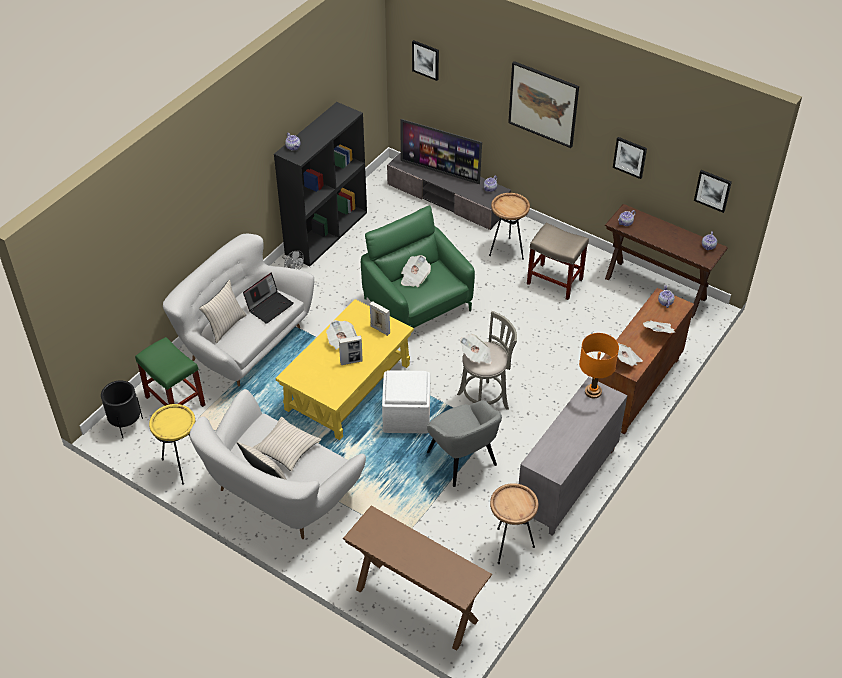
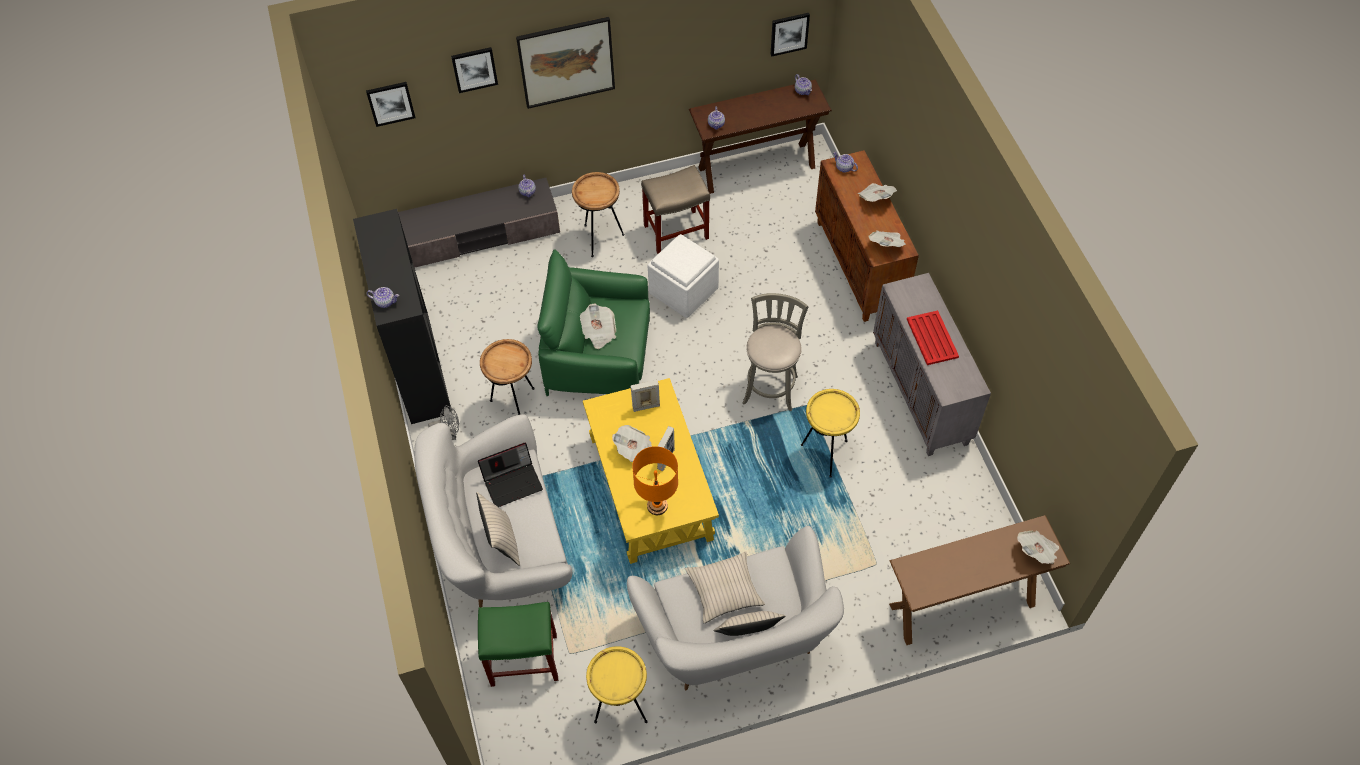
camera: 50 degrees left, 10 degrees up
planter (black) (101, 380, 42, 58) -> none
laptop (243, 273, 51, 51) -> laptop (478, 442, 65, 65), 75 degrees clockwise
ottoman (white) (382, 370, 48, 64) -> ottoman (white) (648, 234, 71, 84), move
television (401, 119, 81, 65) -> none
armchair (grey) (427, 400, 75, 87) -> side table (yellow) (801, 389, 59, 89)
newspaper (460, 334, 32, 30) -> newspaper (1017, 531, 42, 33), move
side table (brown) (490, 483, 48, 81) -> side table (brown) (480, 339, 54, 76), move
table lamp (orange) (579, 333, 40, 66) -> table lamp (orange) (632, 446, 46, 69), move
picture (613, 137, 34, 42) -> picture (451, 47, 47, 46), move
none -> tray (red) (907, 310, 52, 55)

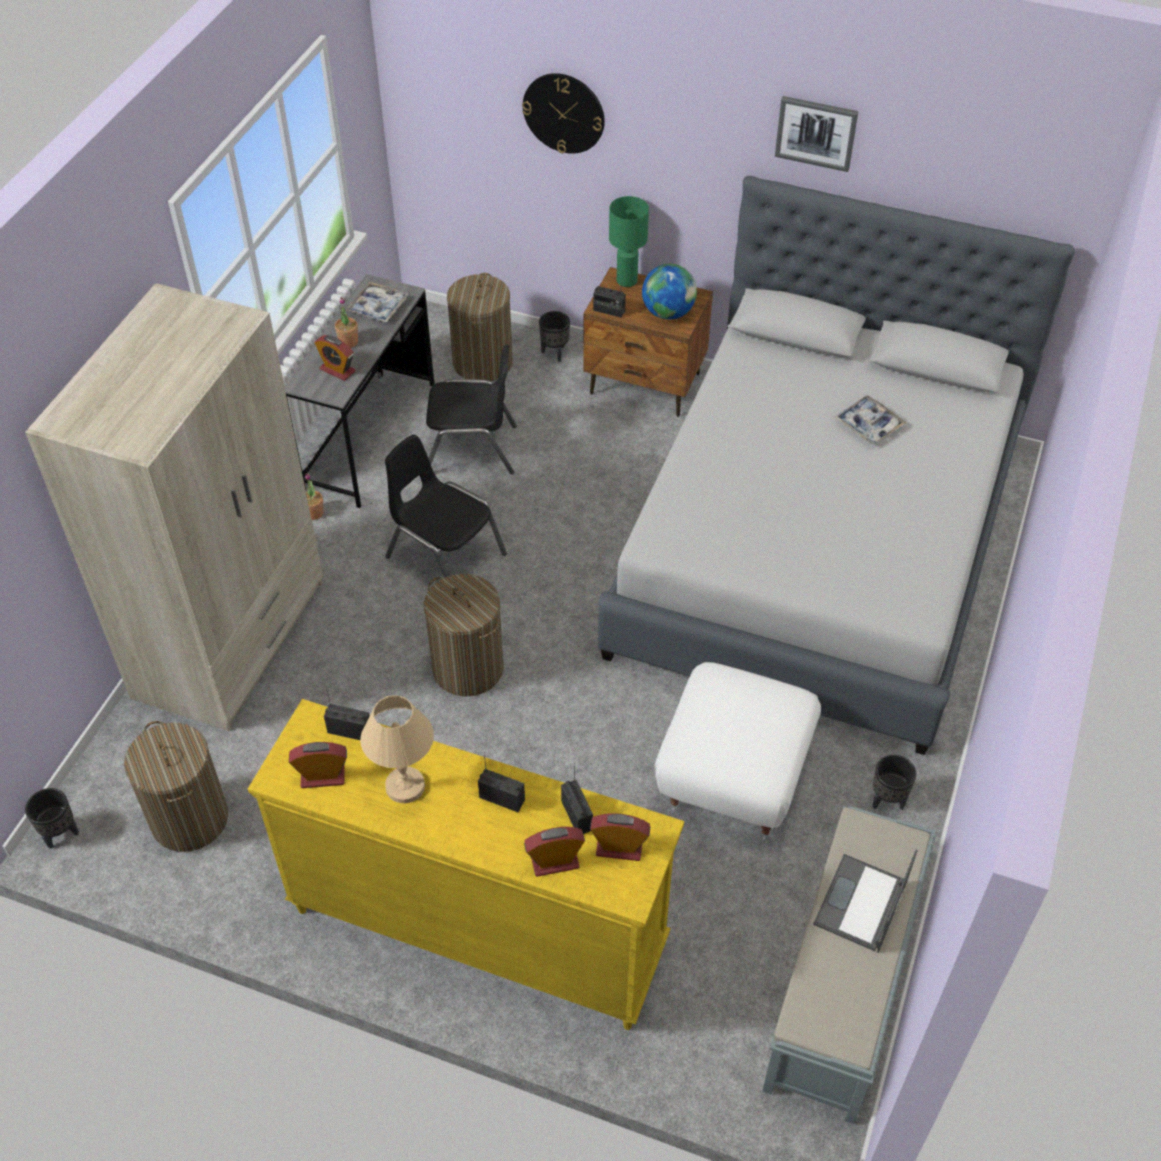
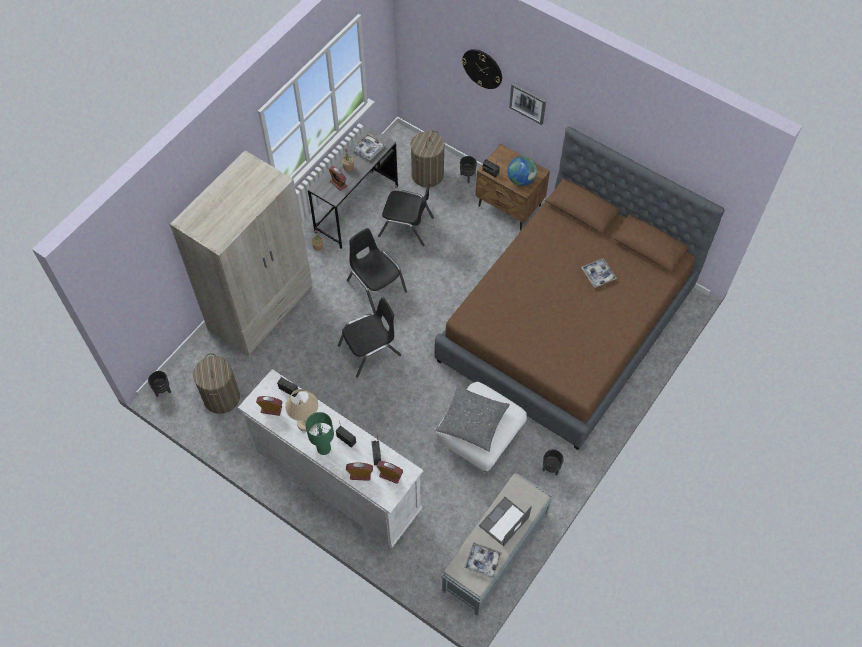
camera: 15 degrees right, 10 degrees up
dresser (yellow) (248, 699, 436, 331) -> dresser (white) (238, 369, 185, 179)
laundry basket (424, 574, 80, 123) -> chair (black) (338, 297, 63, 81)
bed (grey) (598, 176, 477, 579) -> bed (brown) (434, 127, 290, 323)
table lamp (green) (609, 196, 40, 91) -> table lamp (green) (306, 412, 28, 43), move
picture (775, 96, 84, 76) -> picture (509, 83, 37, 42), move
none -> pillow (grey) (436, 385, 74, 67)
none -> tray (464, 542, 38, 37)

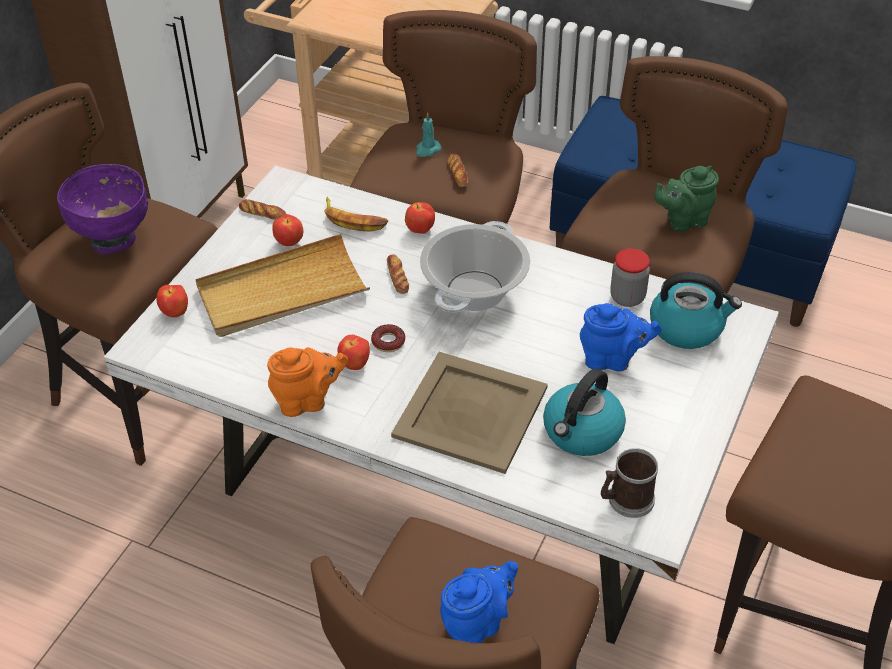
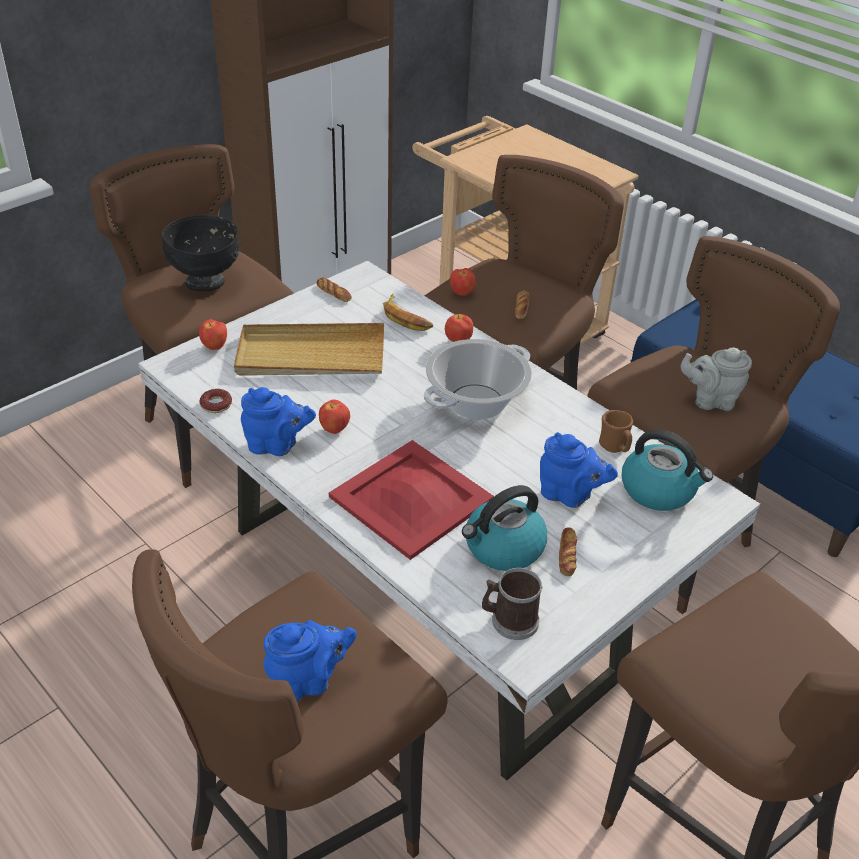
camera: 20 degrees right, 5 degrees down
bowl (purple) (57, 164, 91, 90) -> bowl (black) (161, 215, 79, 76)
teapot (orange) (267, 347, 81, 70) -> teapot (blue) (241, 387, 75, 69)
apple (272, 214, 32, 32) -> apple (450, 268, 26, 28), move
donut (371, 324, 35, 28) -> donut (200, 389, 32, 24), move
bread (387, 254, 22, 40) -> bread (559, 527, 18, 49), move
tray (beige) (391, 352, 157, 122) -> tray (red) (329, 440, 165, 120)
candle (turquoise) (416, 112, 25, 45) -> none
jar (610, 248, 40, 59) -> mug (brown) (599, 410, 34, 43)
teapot (green) (654, 166, 65, 66) -> teapot (grey) (681, 347, 71, 64)

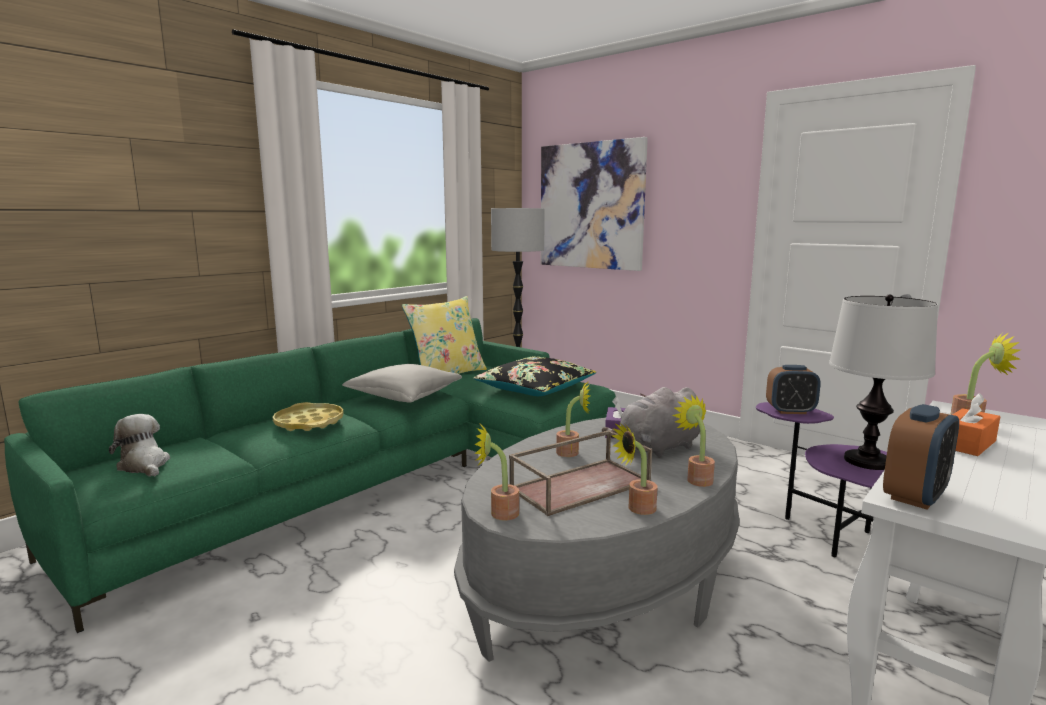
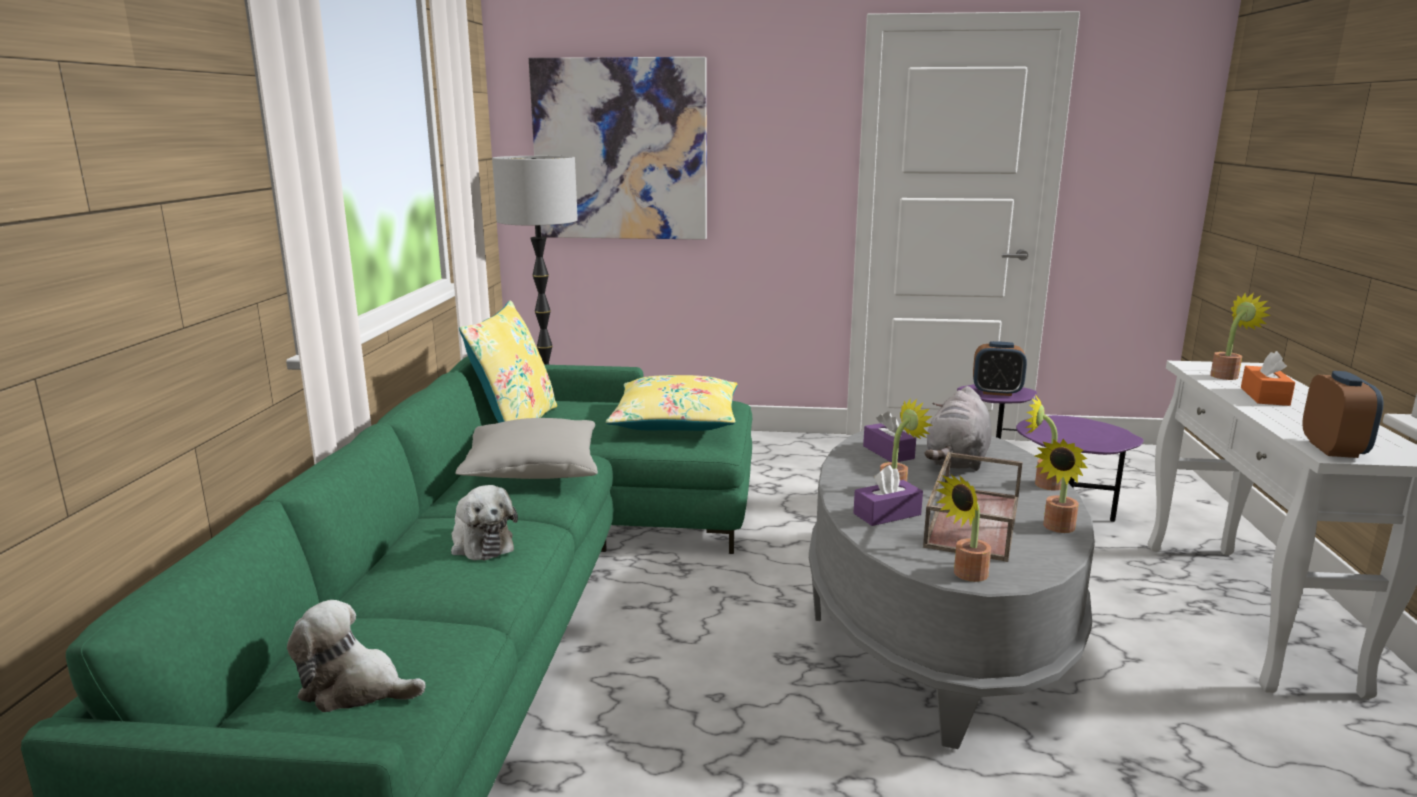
camera: 35 degrees left, 5 degrees up
tray (yellow) (273, 402, 71, 29) -> plush toy (451, 485, 67, 76)
pillow (black) (473, 357, 123, 39) -> pillow (yellow) (606, 375, 131, 56)
alarm clock (766, 365, 55, 49) -> alarm clock (973, 341, 54, 55), 45 degrees clockwise
table lamp (829, 294, 109, 176) -> none
none -> tissue box (purple) (854, 465, 69, 61)

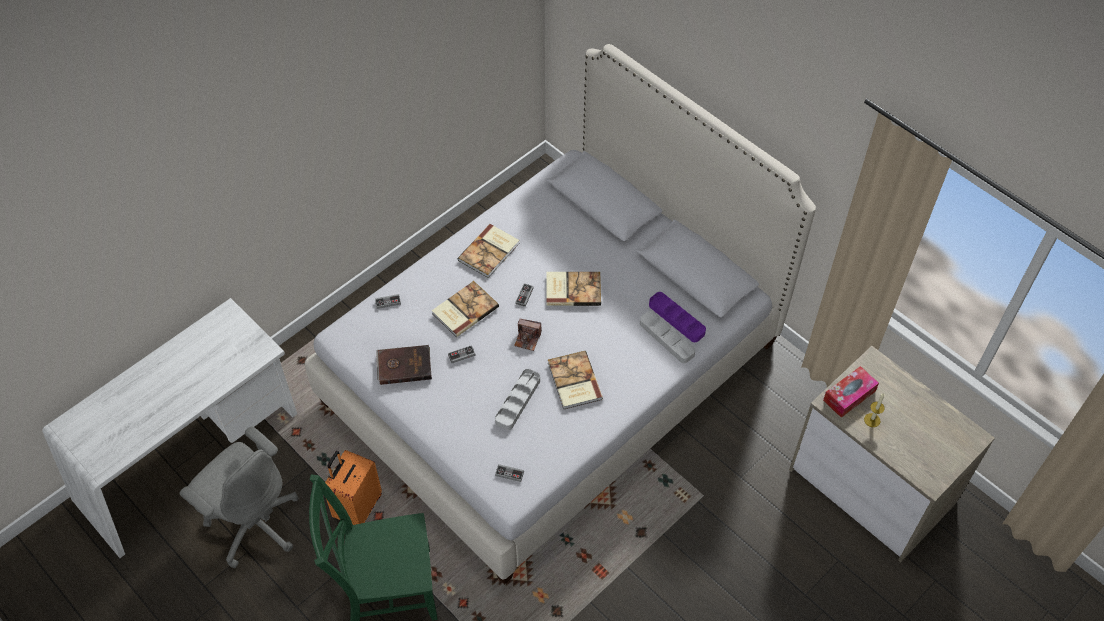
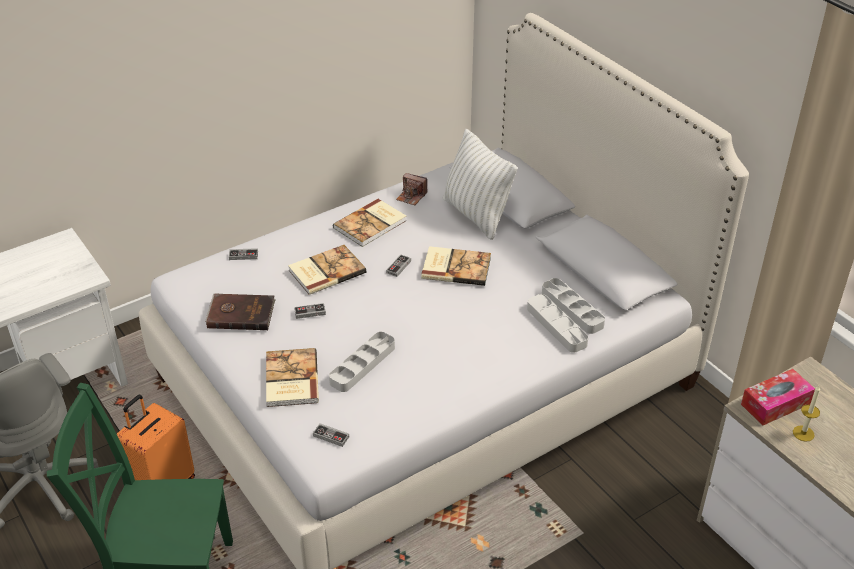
camera: 10 degrees right, 15 degrees down
photo camera (514, 319, 28, 32) -> photo camera (396, 173, 32, 32), move
book (548, 351, 55, 58) -> book (266, 348, 53, 59), move
tray (purple) (649, 292, 57, 50) -> tray (grey) (542, 278, 63, 56)
none -> pillow (white) (443, 129, 75, 111)

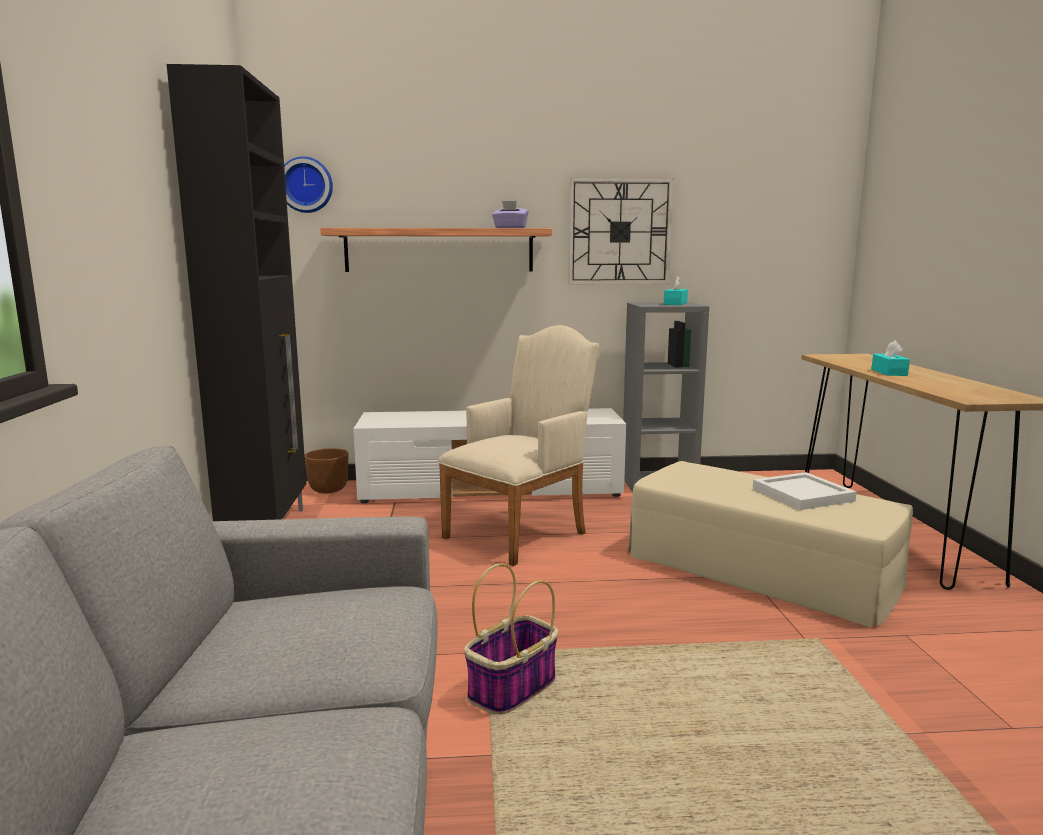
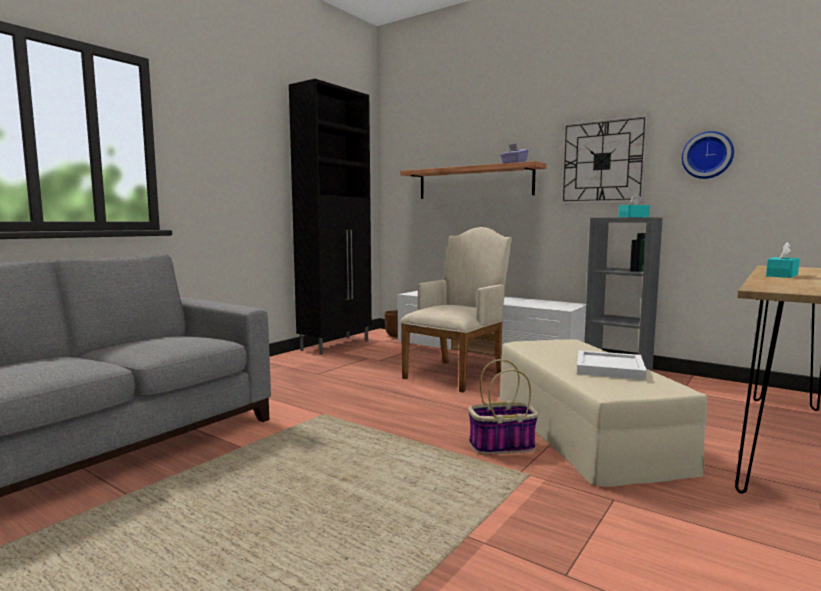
camera: 40 degrees right, 5 degrees down
wall clock (284, 156, 49, 57) -> wall clock (682, 131, 52, 48), move
armchair (beige) (437, 325, 162, 241) -> armchair (beige) (400, 227, 112, 165), 45 degrees counterclockwise
basket (464, 564, 94, 150) -> basket (468, 359, 70, 95), move

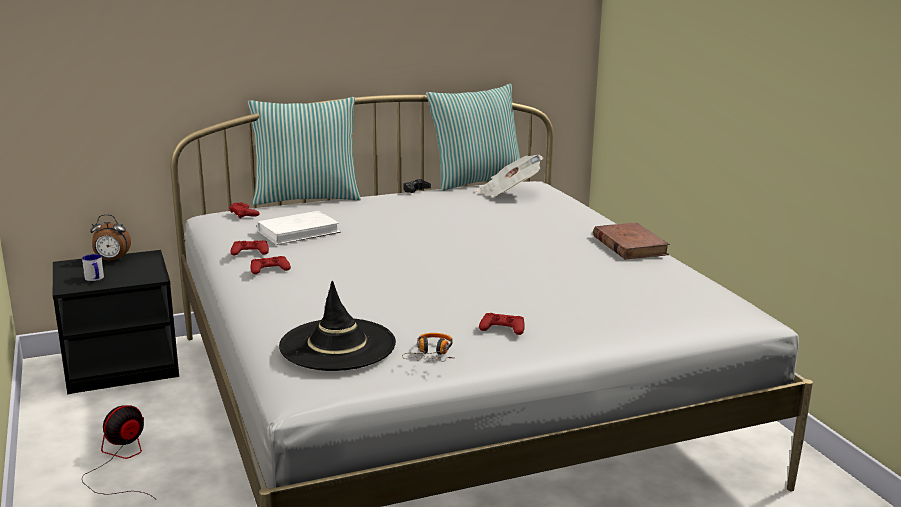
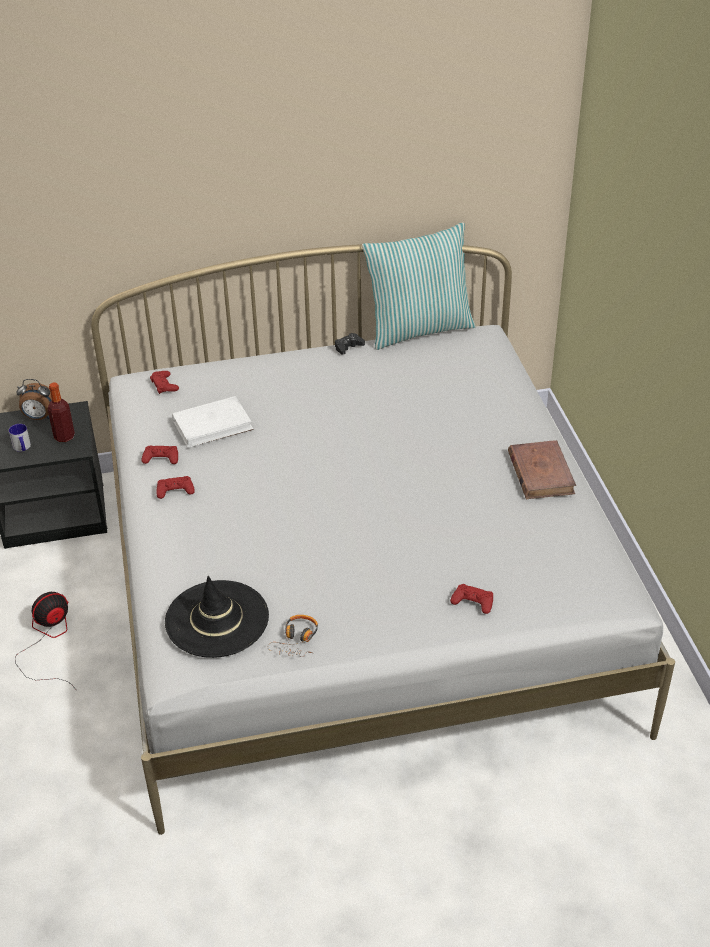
camera: 10 degrees right, 20 degrees up
pillow (248, 97, 113, 108) -> none
newspaper (476, 155, 67, 42) -> none
game controller (red) (479, 313, 46, 22) -> game controller (red) (450, 584, 43, 30), move
none -> bottle (48, 382, 27, 60)

